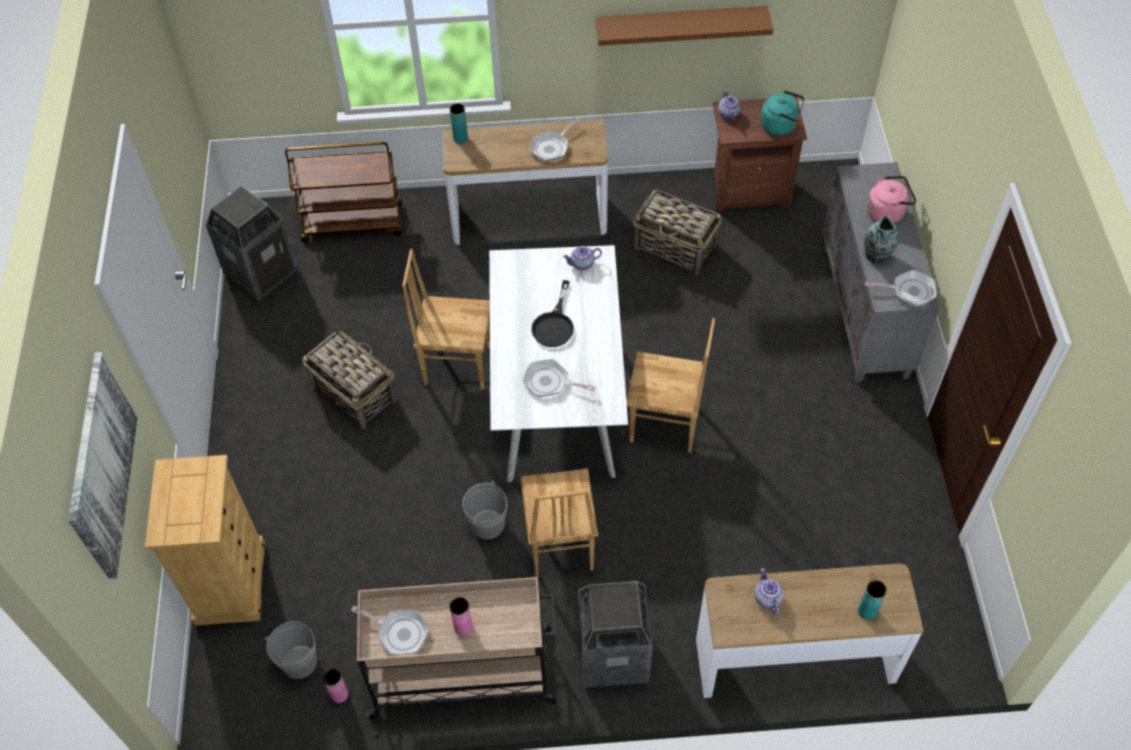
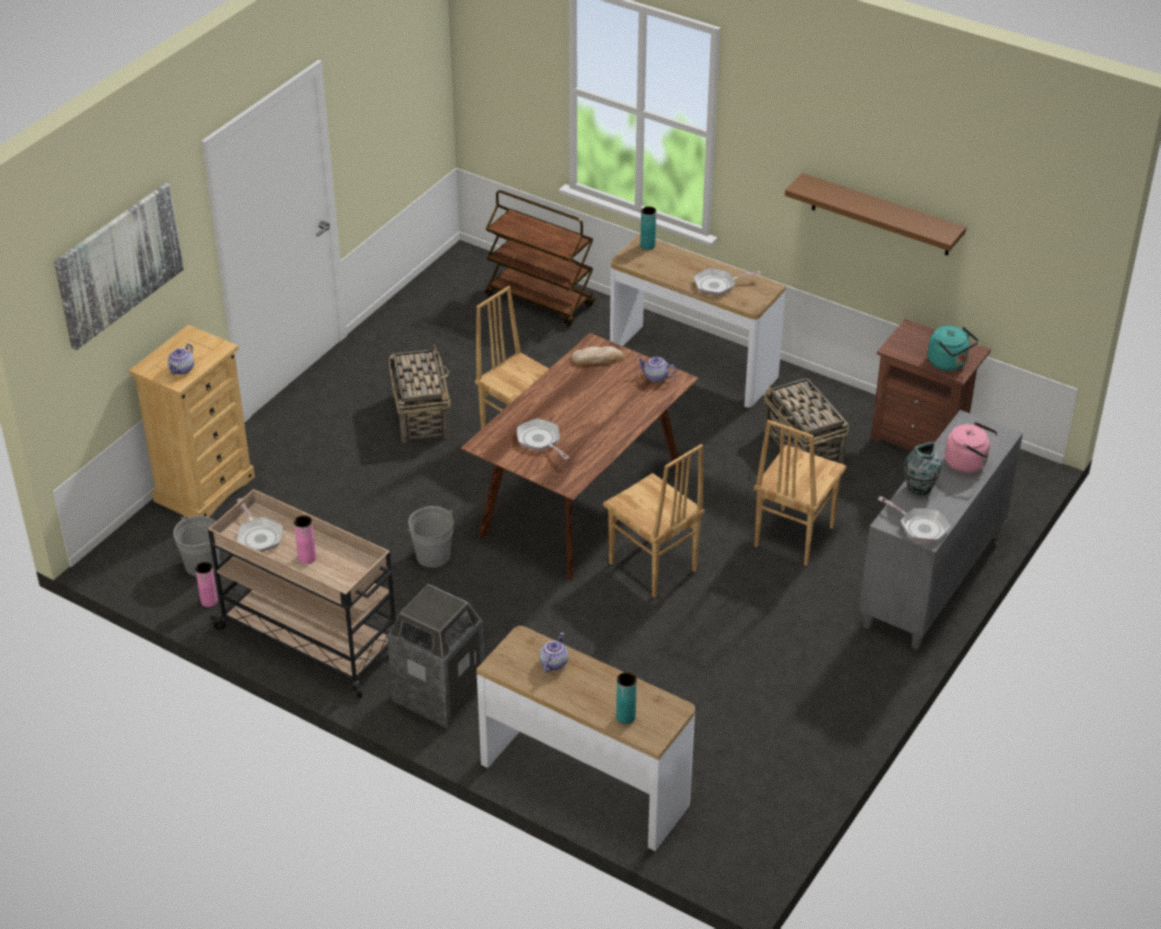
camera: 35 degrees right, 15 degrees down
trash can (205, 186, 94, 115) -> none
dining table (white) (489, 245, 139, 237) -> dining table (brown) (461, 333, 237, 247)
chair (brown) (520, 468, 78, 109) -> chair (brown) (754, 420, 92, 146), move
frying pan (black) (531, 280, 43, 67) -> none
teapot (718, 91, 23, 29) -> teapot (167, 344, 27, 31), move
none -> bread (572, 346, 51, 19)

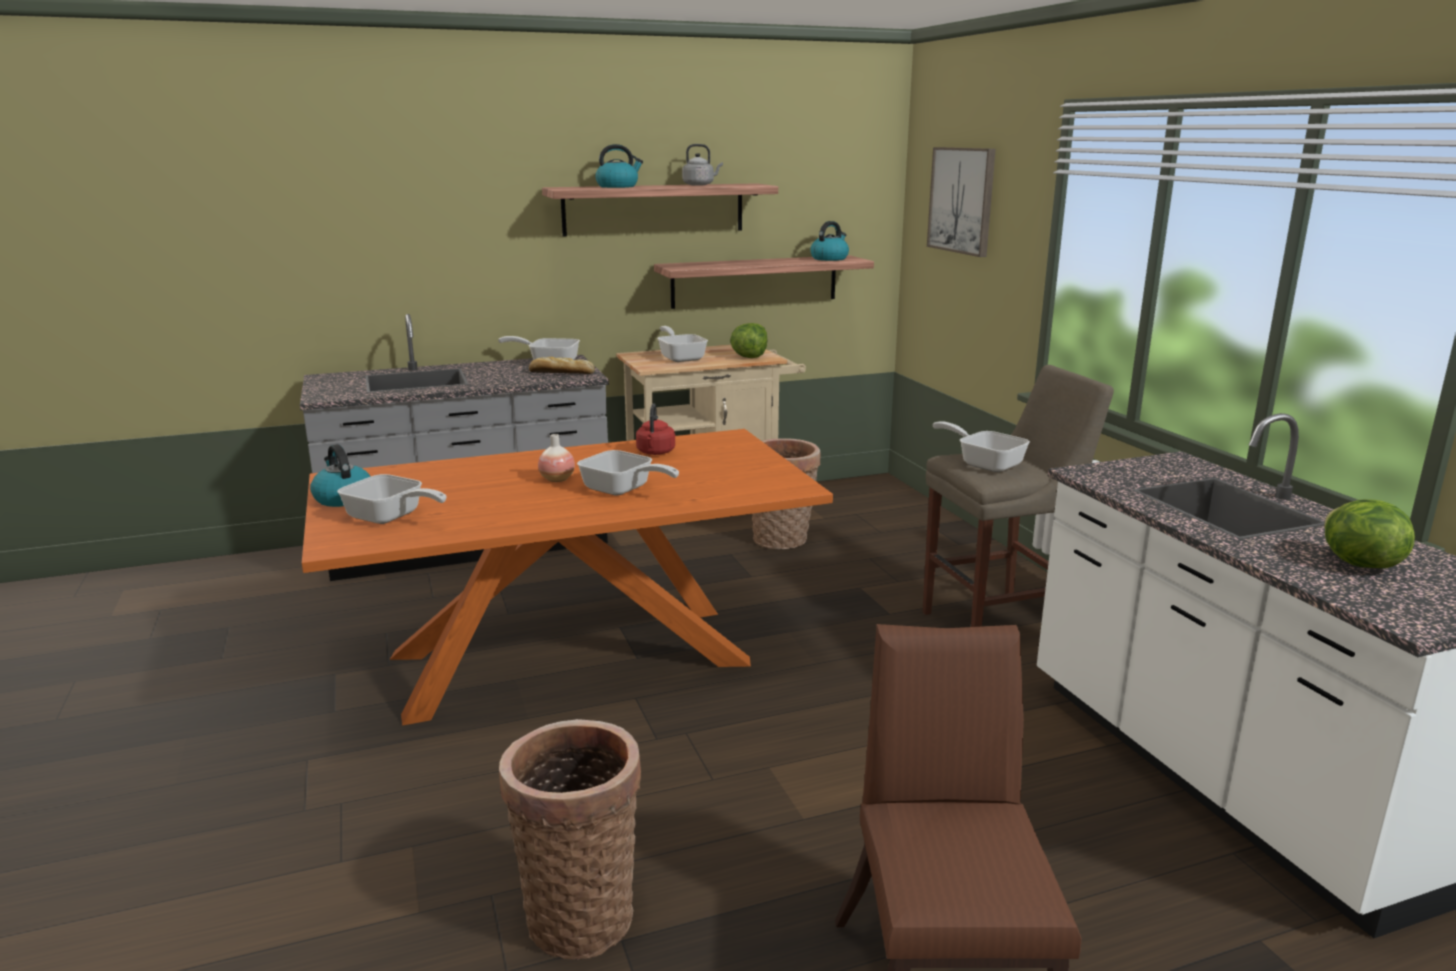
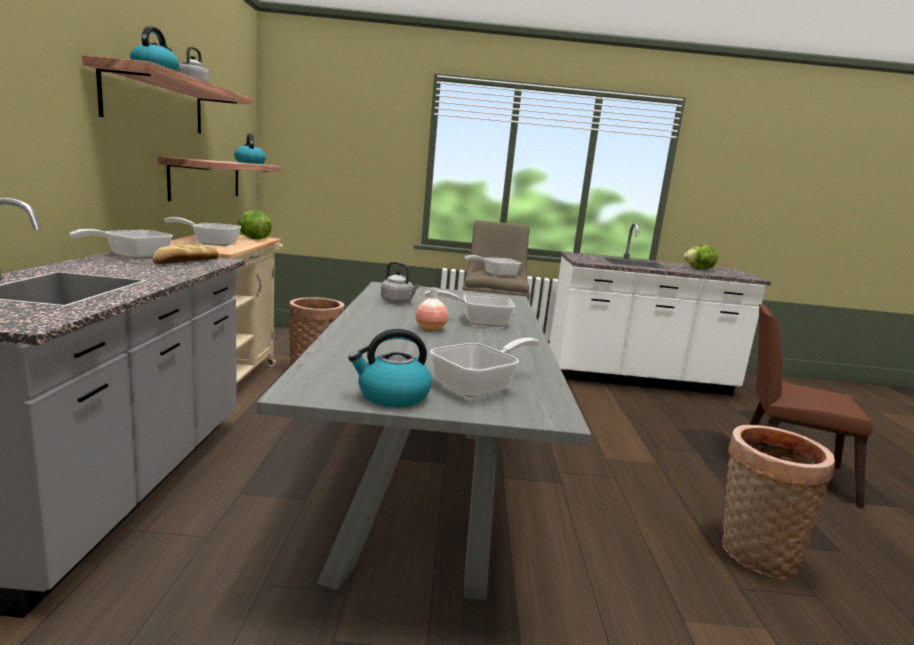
camera: 70 degrees left, 5 degrees down
dining table (orange) (302, 429, 531, 296) -> dining table (grey) (256, 282, 335, 318)
frying pan (577, 450, 102, 46) -> frying pan (424, 290, 91, 37), 150 degrees counterclockwise
kettle (red) (636, 404, 39, 51) -> kettle (grey) (381, 262, 39, 42)
picture (927, 147, 69, 110) -> none

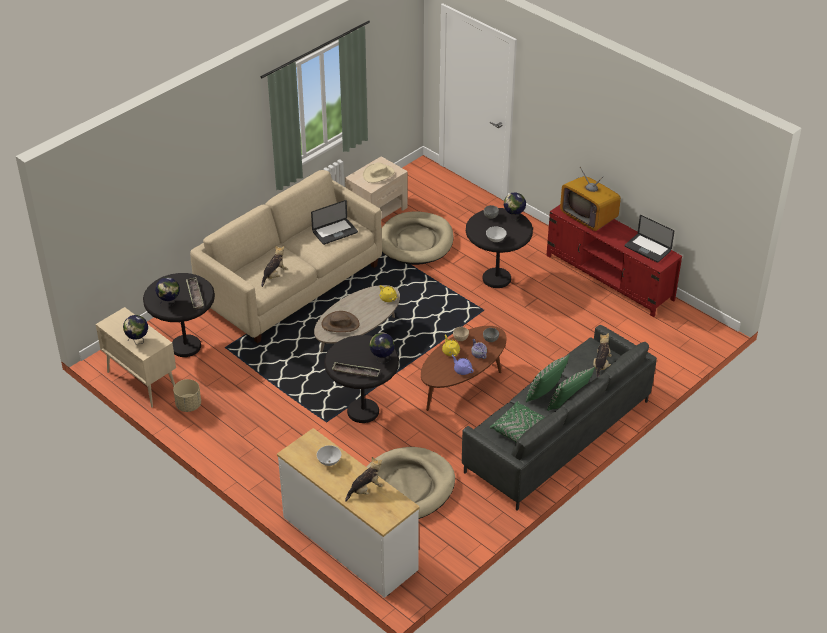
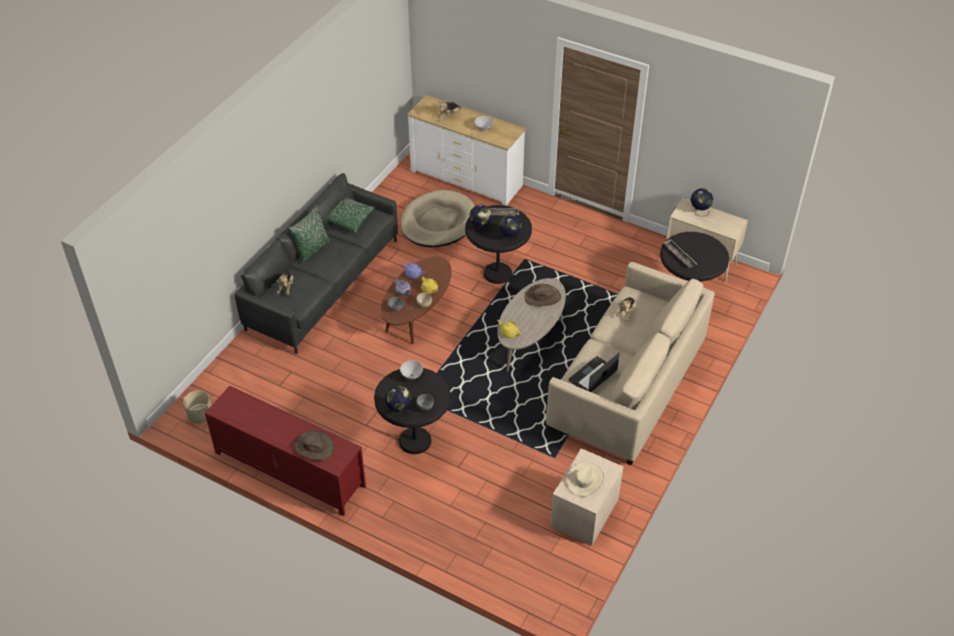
camera: 165 degrees right, 5 degrees up
globe (155, 277, 25, 30) -> globe (499, 215, 23, 28), move
planter (beige) (173, 379, 28, 33) -> planter (beige) (183, 391, 28, 32), move
dog bed (beige) (381, 211, 73, 54) -> none
pillow (green) (526, 355, 44, 47) -> none
television (560, 167, 61, 64) -> hat (brown) (294, 430, 40, 31)
laptop (625, 215, 49, 47) -> none

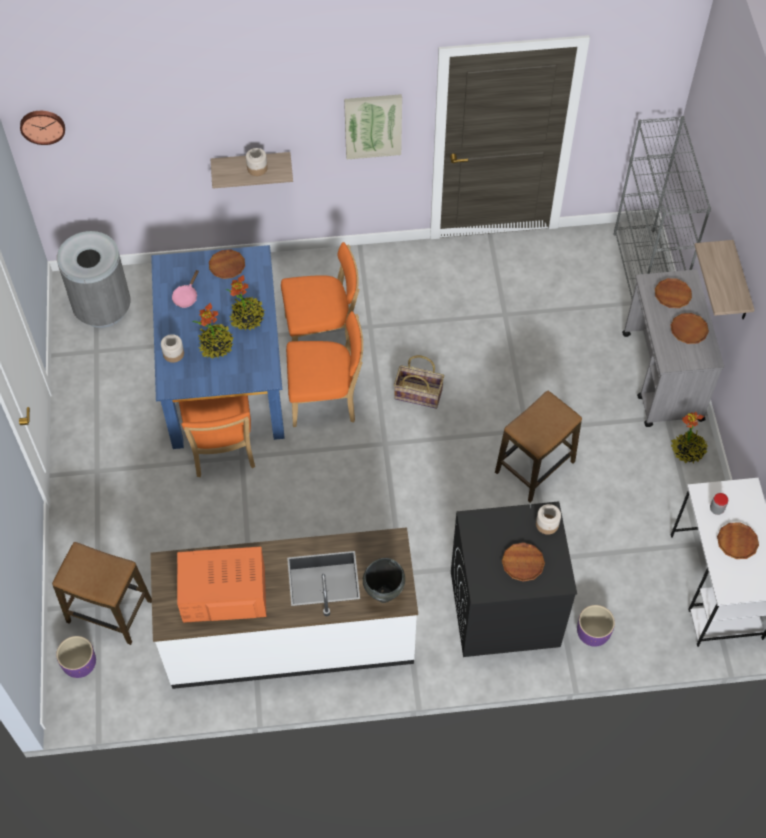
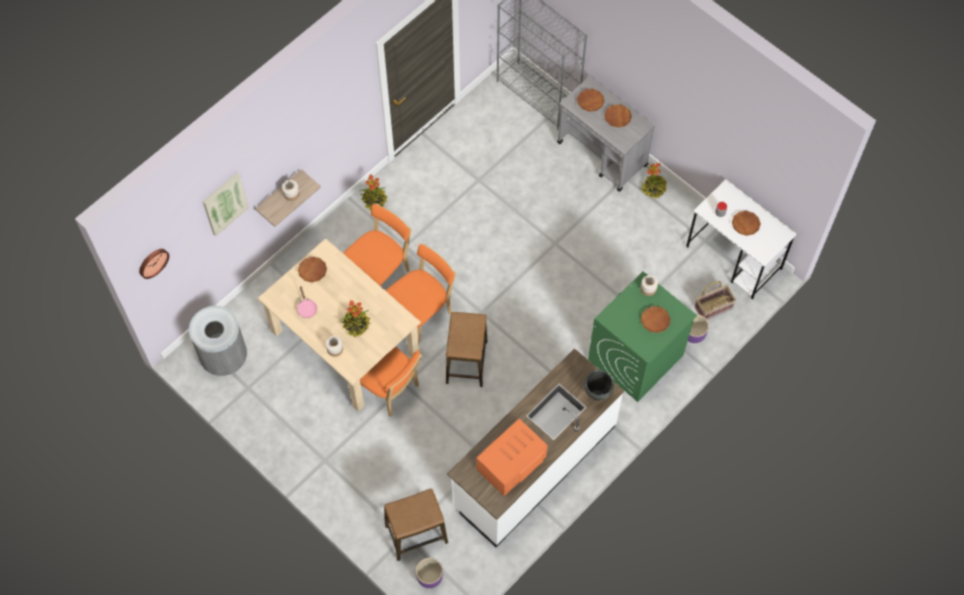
camera: 40 degrees left, 5 degrees up
dining table (blue) (151, 245, 134, 204) -> dining table (beige) (258, 239, 163, 173)
potted plant (226, 275, 39, 56) -> potted plant (360, 174, 27, 37), move
picture (344, 94, 58, 65) -> picture (203, 172, 46, 64), move
basket (394, 355, 50, 54) -> basket (695, 281, 41, 39), move
washing machine (black) (451, 501, 126, 156) -> washing machine (green) (588, 271, 109, 131)
stool (495, 391, 87, 112) -> stool (446, 312, 41, 75), move
shelf (694, 240, 61, 79) -> none

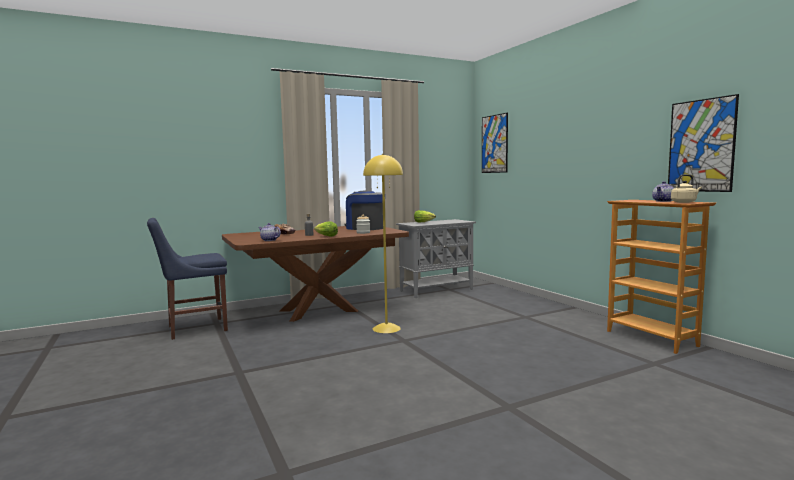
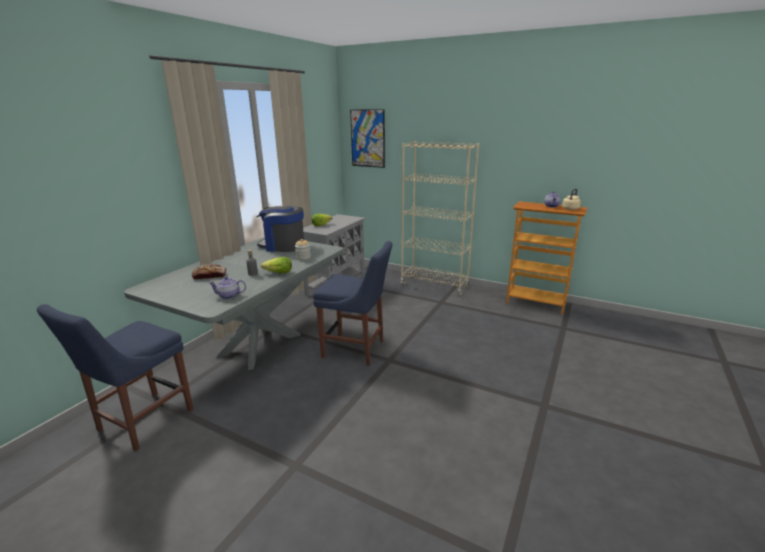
camera: 35 degrees left, 15 degrees up
dining table (brown) (222, 226, 187, 96) -> dining table (grey) (124, 237, 219, 133)
floor lamp (yellow) (363, 154, 40, 179) -> chair (blue) (313, 241, 79, 125)
picture (668, 94, 71, 98) -> none
none -> bookcase (beige) (401, 141, 78, 155)

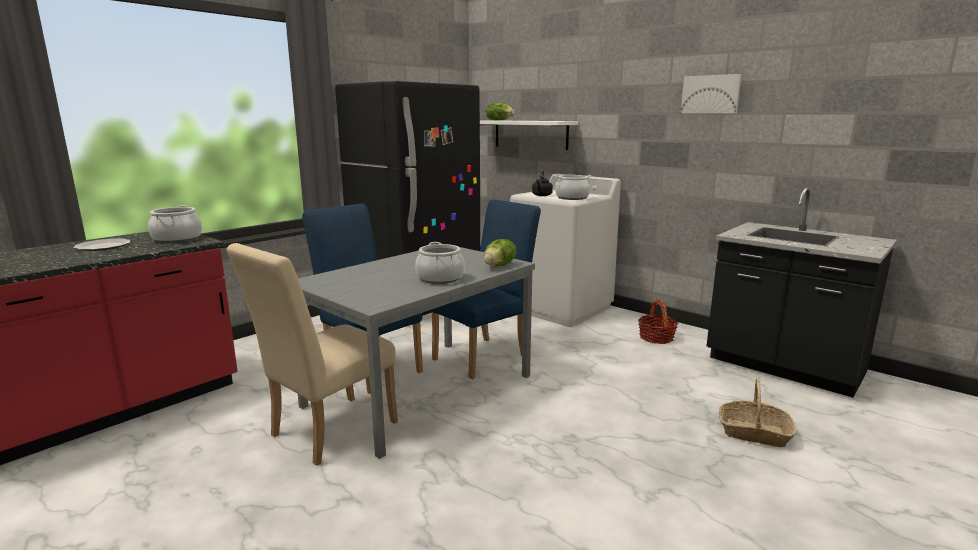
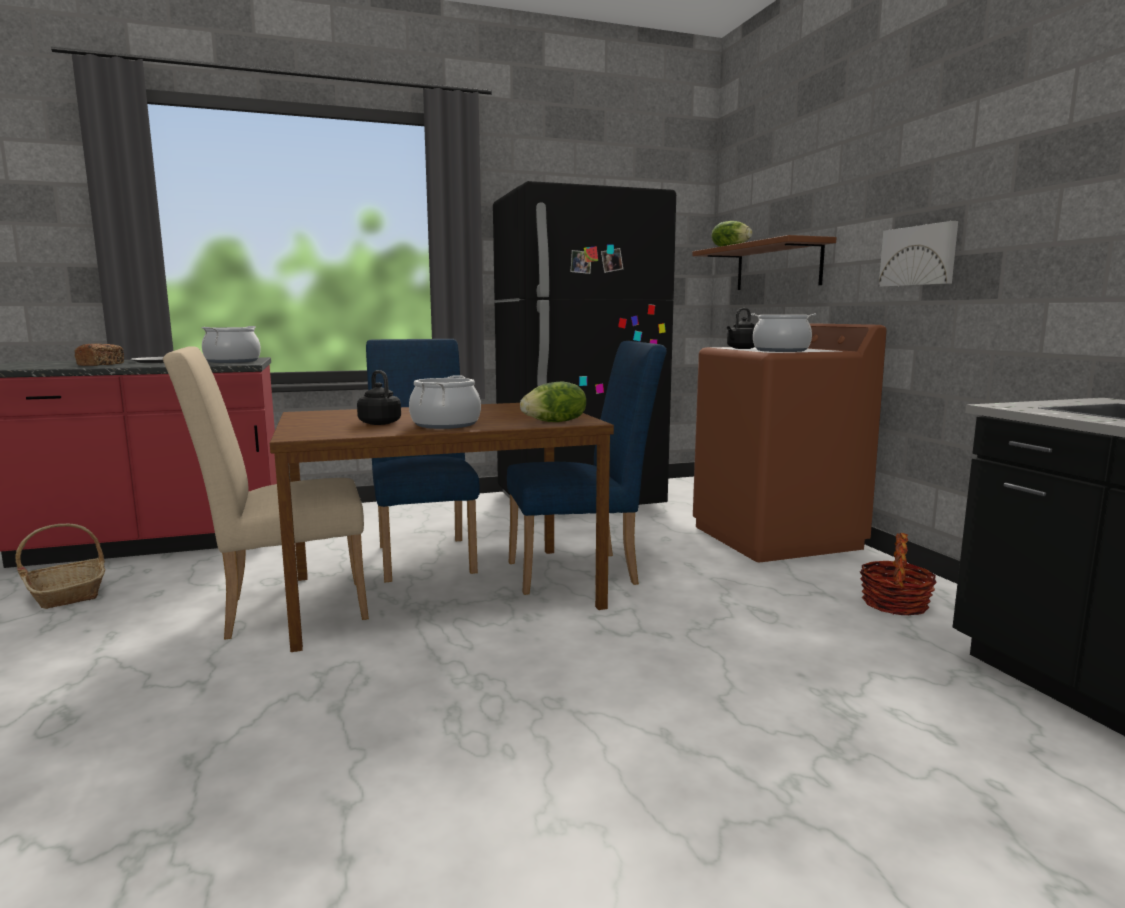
camera: 30 degrees right, 5 degrees down
dining table (grey) (298, 247, 237, 212) -> dining table (brown) (270, 403, 344, 249)
shelf (white) (480, 120, 98, 30) -> shelf (brown) (692, 235, 145, 55)
washing machine (white) (510, 174, 111, 153) -> washing machine (brown) (693, 323, 194, 239)
picture (681, 74, 61, 39) -> picture (879, 221, 79, 66), move
basket (719, 378, 77, 69) -> basket (15, 523, 91, 86), move
none -> bread (75, 344, 49, 22)
none -> kettle (black) (357, 370, 44, 55)

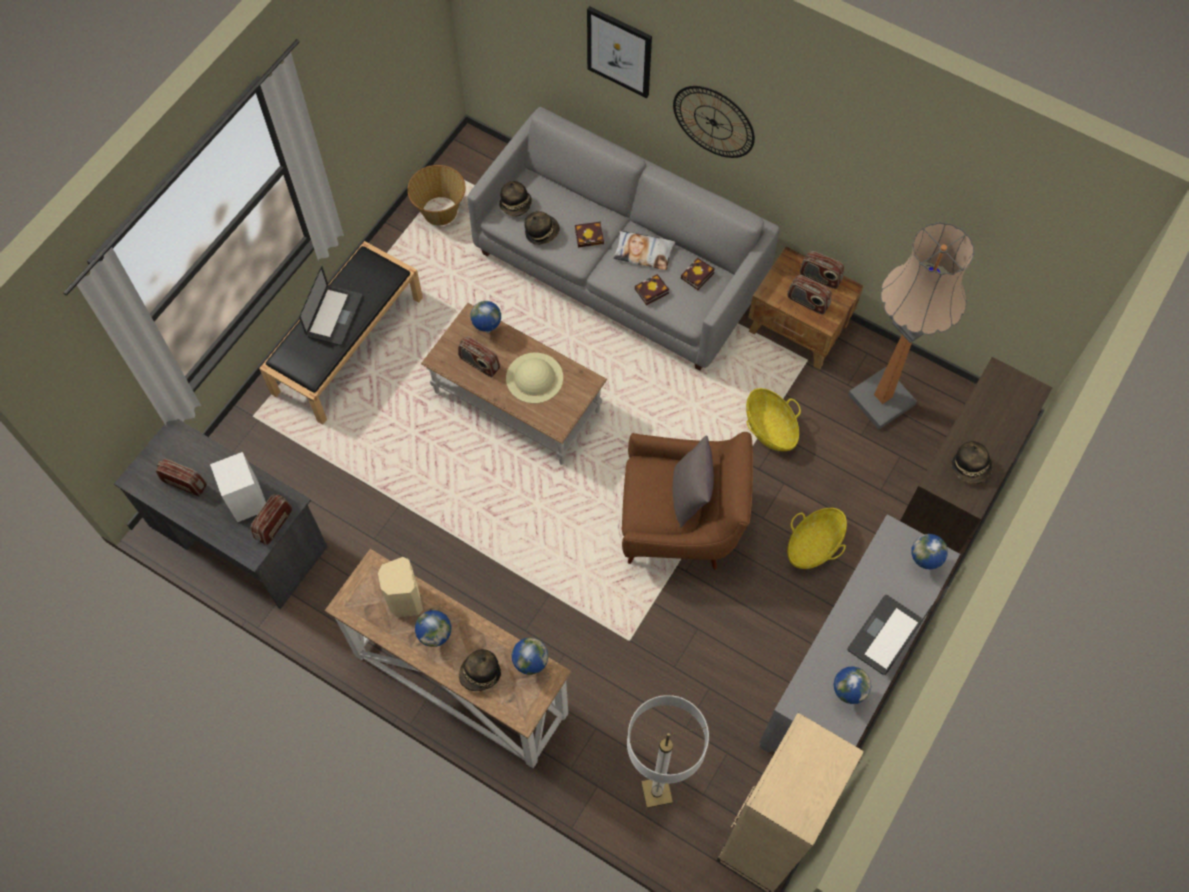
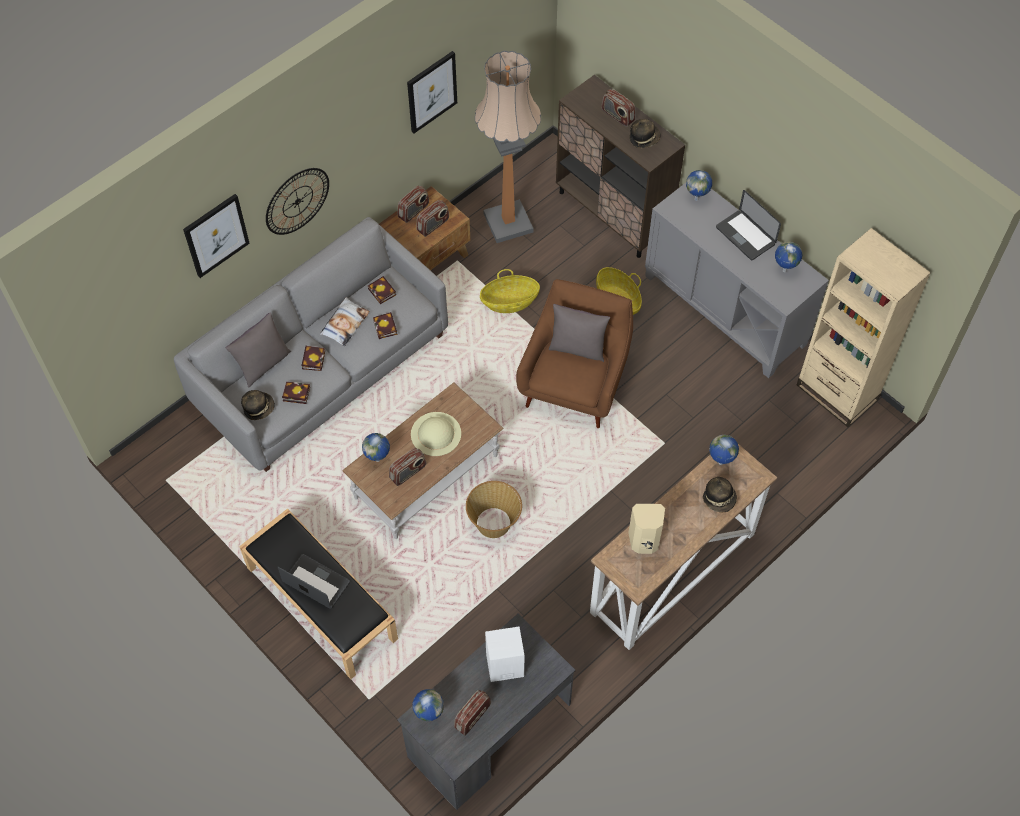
camera: 75 degrees left, 5 degrees down
radio (250, 494, 43, 51) -> radio (601, 89, 34, 38), move
basket (407, 165, 59, 60) -> basket (466, 481, 56, 57), move
globe (415, 610, 36, 37) -> globe (413, 689, 31, 32), move
hat (524, 211, 35, 34) -> book (282, 381, 28, 23)
floor lamp (627, 695, 82, 113) -> none
none -> pillow (grey) (226, 312, 65, 76)
none -> picture (407, 51, 50, 82)

